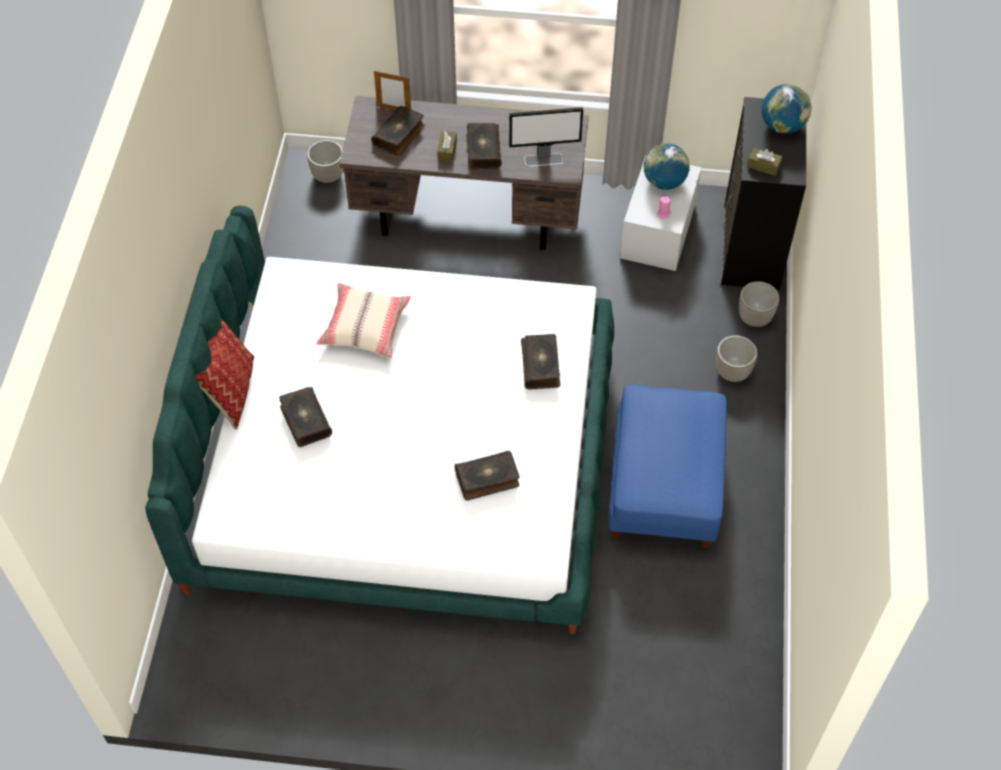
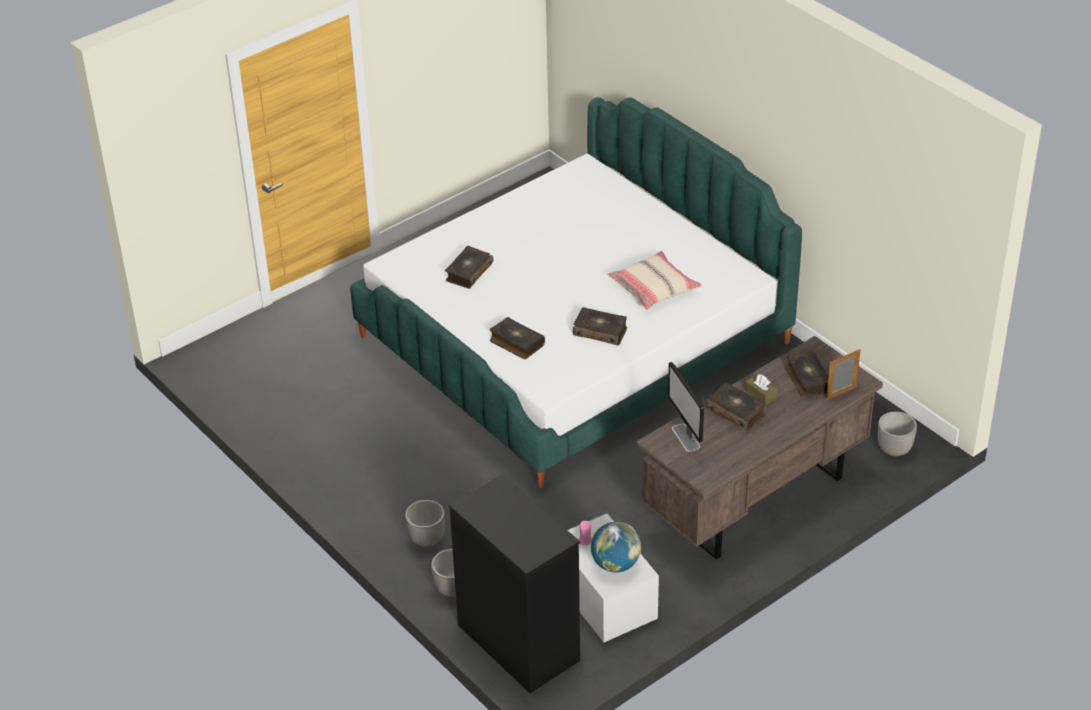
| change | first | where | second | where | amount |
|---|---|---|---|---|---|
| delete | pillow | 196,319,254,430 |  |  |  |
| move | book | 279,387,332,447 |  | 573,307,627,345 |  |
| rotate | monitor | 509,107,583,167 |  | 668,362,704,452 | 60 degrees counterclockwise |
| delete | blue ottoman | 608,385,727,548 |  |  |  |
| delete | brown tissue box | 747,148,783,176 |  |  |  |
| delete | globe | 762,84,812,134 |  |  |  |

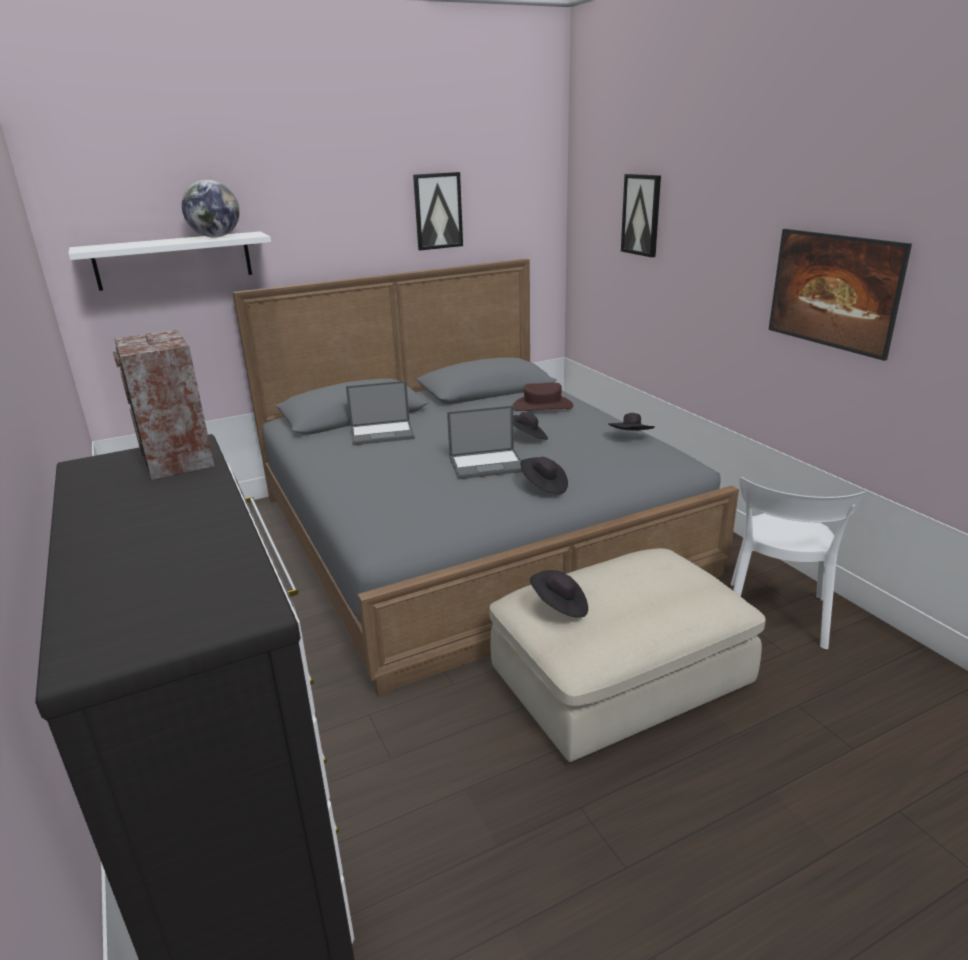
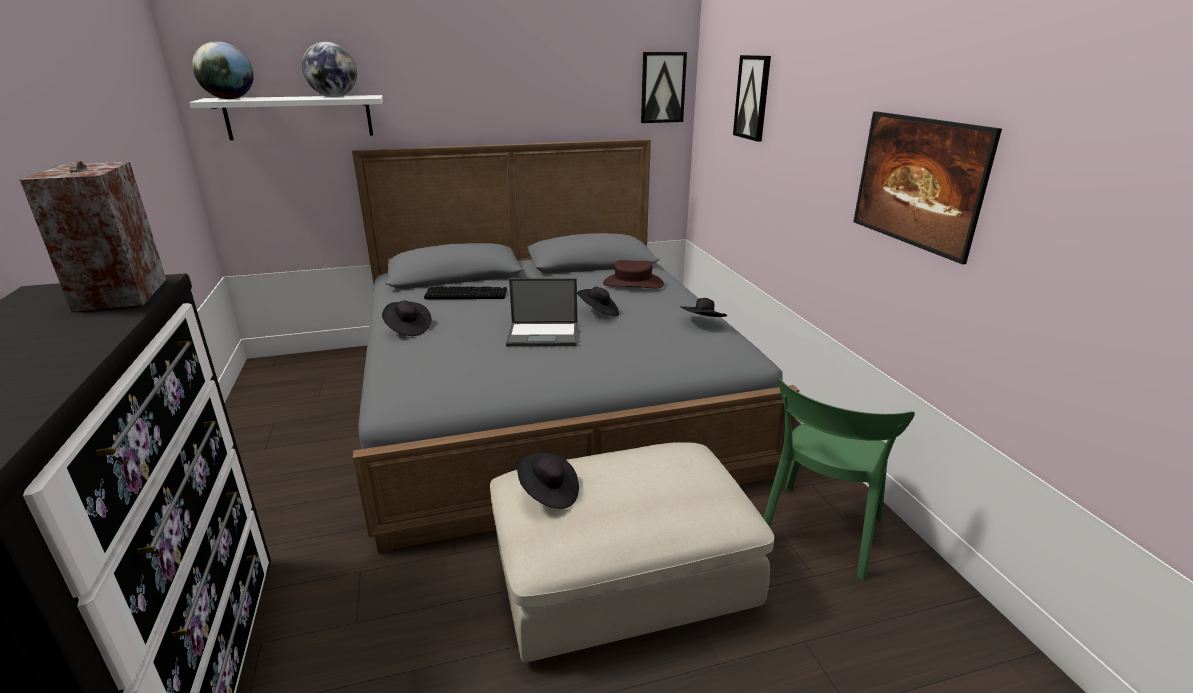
| change | first | where | second | where | amount |
|---|---|---|---|---|---|
| replace | laptop | 346,381,415,445 | keyboard | 424,286,507,299 |  |
| move | picture | 413,172,463,250 |  | 641,52,687,123 |  |
| move | black hat | 520,457,568,494 |  | 382,301,431,336 |  |
| recolor | white chair | 731,477,866,649 | green chair | 763,378,915,580 |  |
| insert |  |  | globe | 192,41,254,99 |  |

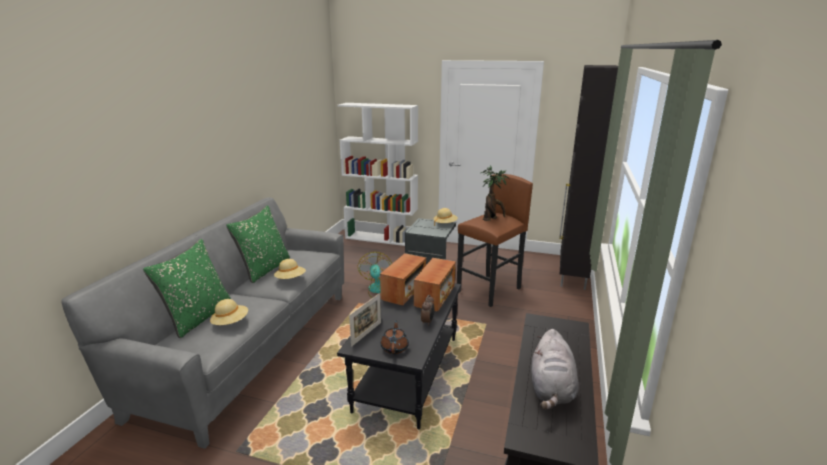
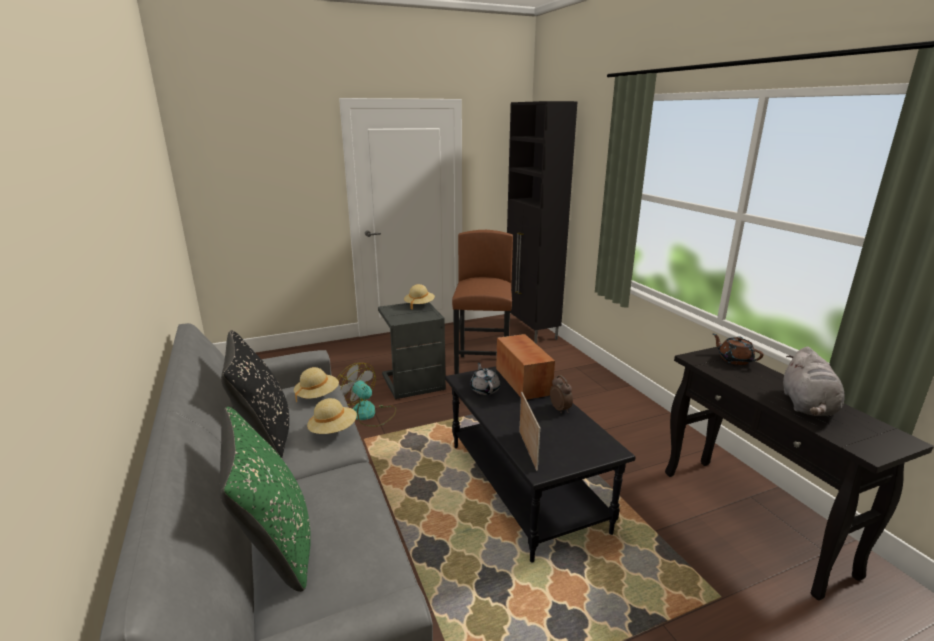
| change | first | where | second | where | amount |
|---|---|---|---|---|---|
| move | beige hat | 210,299,248,325 |  | 294,367,339,402 |  |
| recolor | green pillow | 226,205,290,283 | black pillow | 221,331,289,458 |  |
| delete | white bookcase | 337,103,418,246 |  |  |  |
| replace | radio | 380,253,426,305 | grey teapot | 470,362,500,395 |  |
| move | brown teapot | 381,321,409,354 |  | 713,334,763,365 |  |
| delete | potted plant | 481,165,509,221 |  |  |  |
| rotate | grey plush toy | 531,329,579,409 |  | 783,347,845,416 | 45 degrees clockwise |

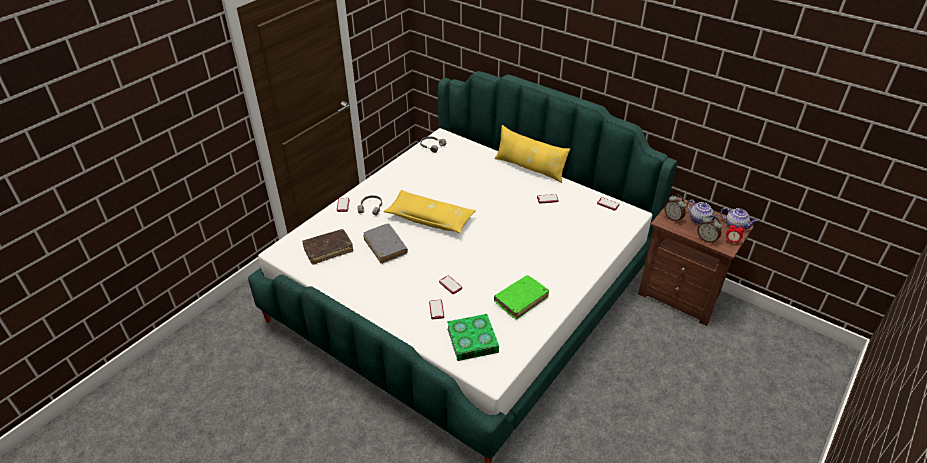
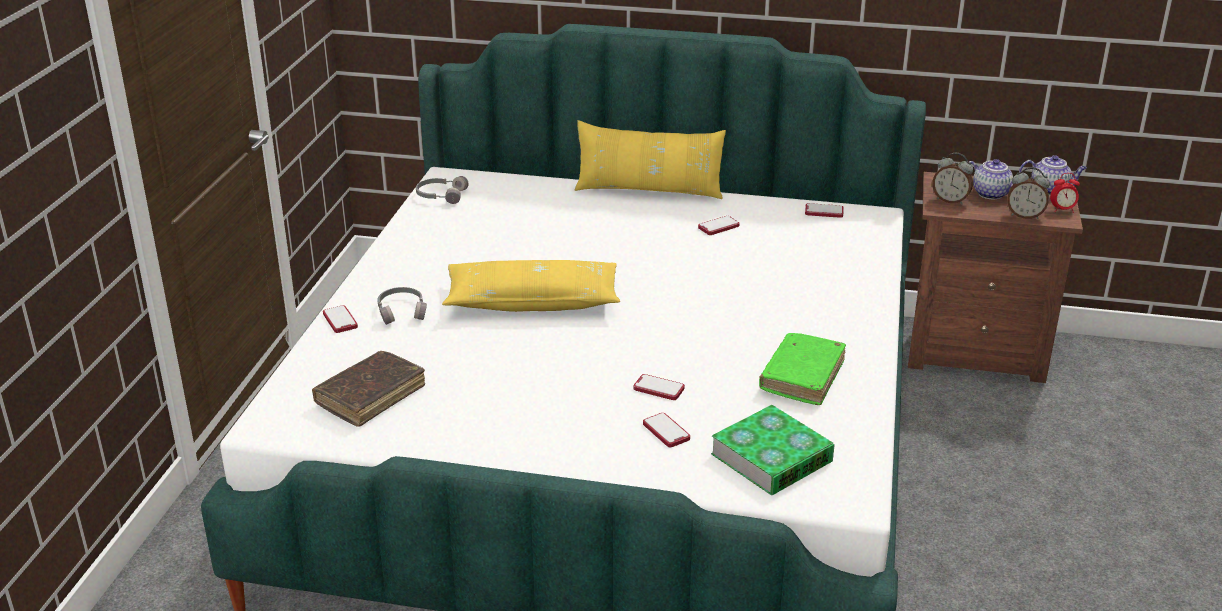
| change | first | where | second | where | amount |
|---|---|---|---|---|---|
| delete | grey book | 363,224,408,264 |  |  |  |

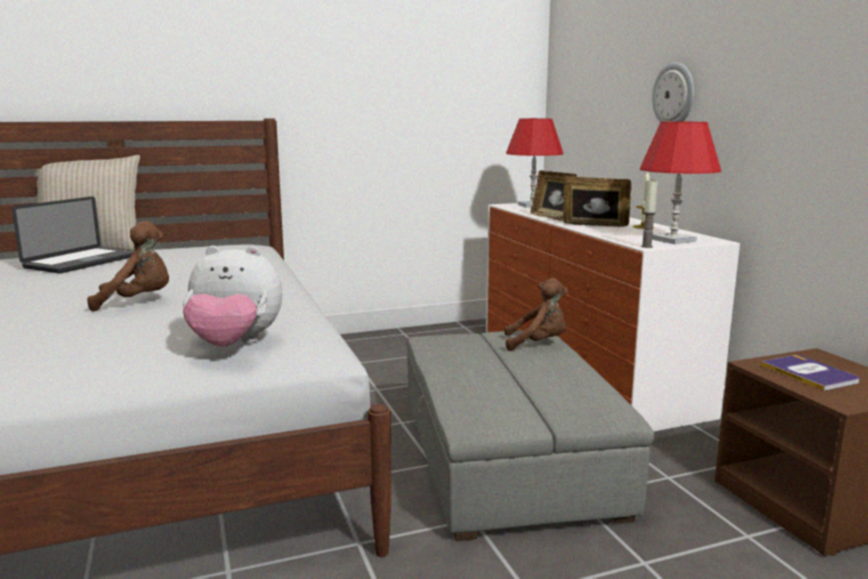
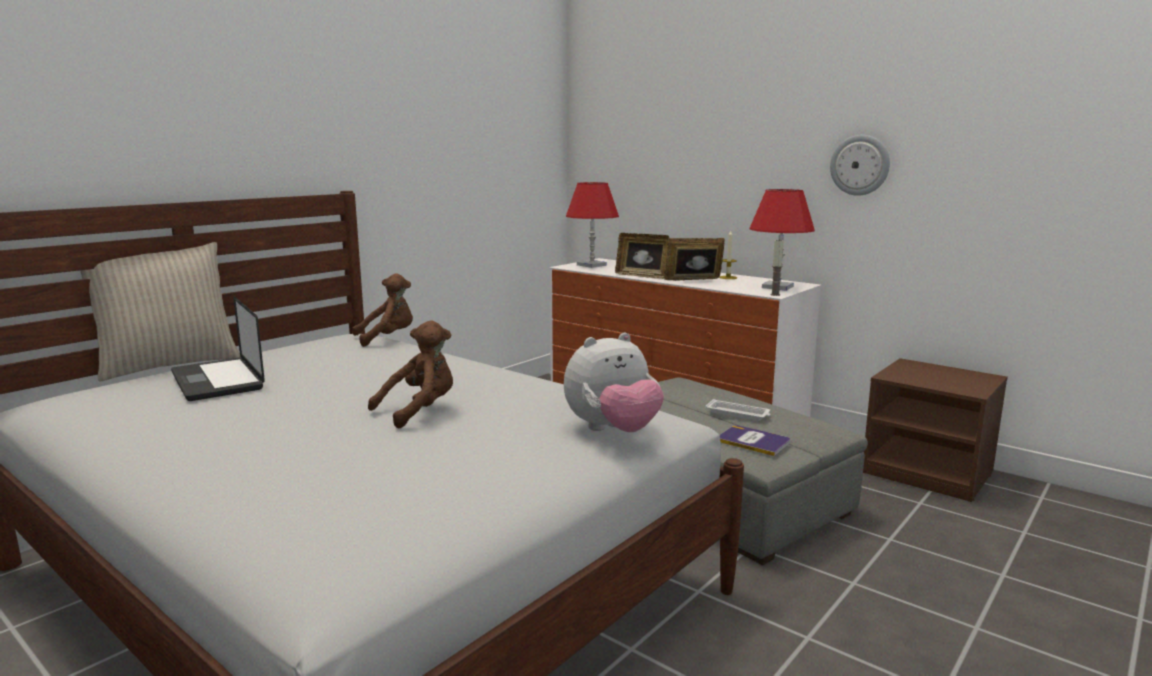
| change | first | where | second | where | amount |
|---|---|---|---|---|---|
| rotate | laptop | 12,196,134,273 |  | 171,297,265,401 | 150 degrees clockwise |
| move | brown plush toy | 504,278,568,351 |  | 352,274,413,347 |  |
| move | wall clock | 652,62,694,122 |  | 830,135,890,196 |  |
| move | book | 761,355,859,391 |  | 720,425,791,456 |  |
| insert |  |  | white tray | 705,399,770,421 |  |

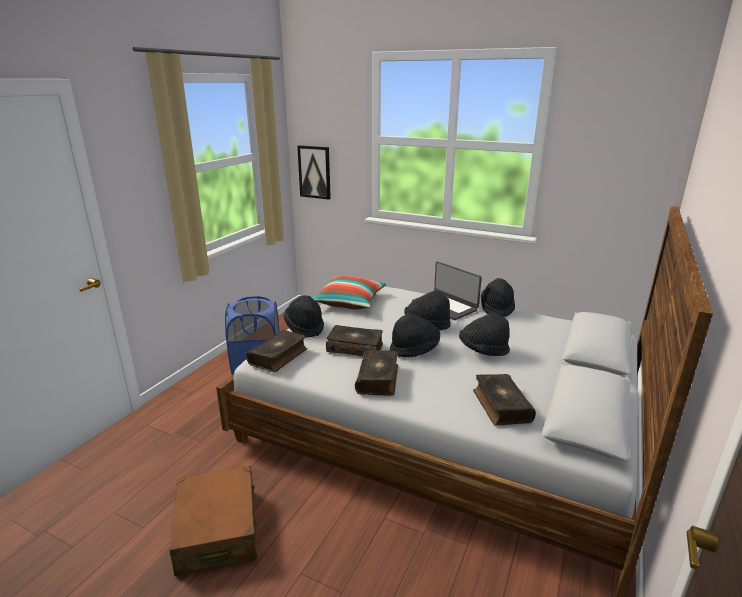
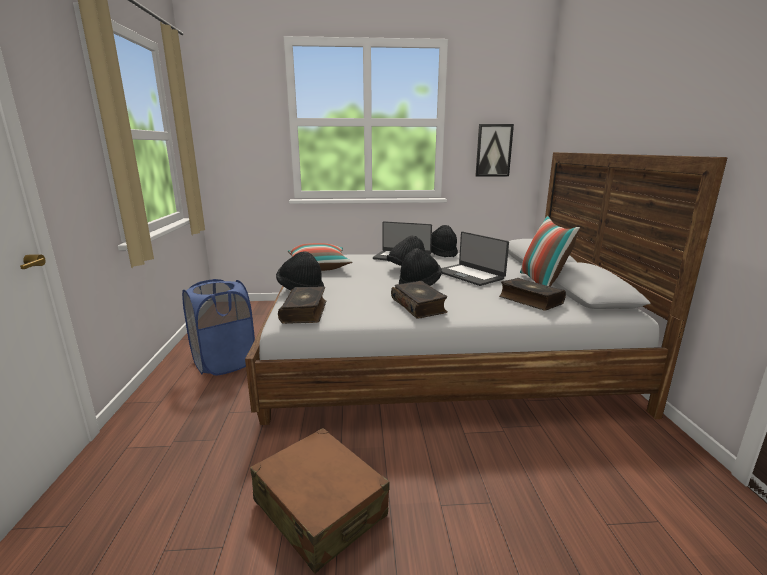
| change | first | where | second | where | amount |
|---|---|---|---|---|---|
| move | picture | 297,145,331,200 |  | 475,124,514,177 |  |
| delete | book | 326,325,383,356 |  |  |  |
| replace | black hat | 459,313,510,356 | laptop | 441,232,509,286 |  |
| insert |  |  | pillow | 520,216,580,287 |  |

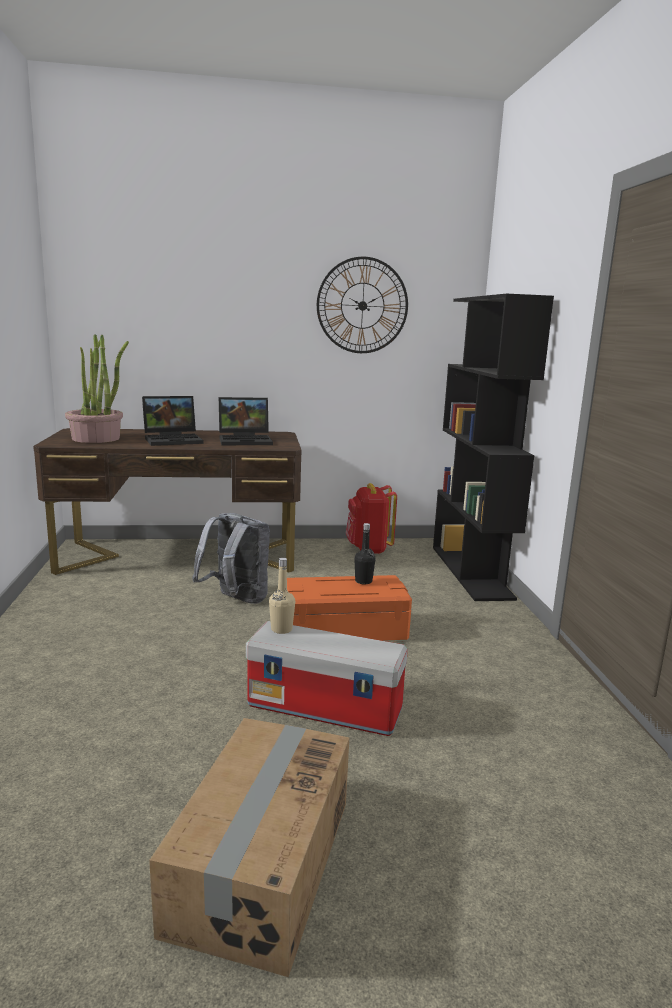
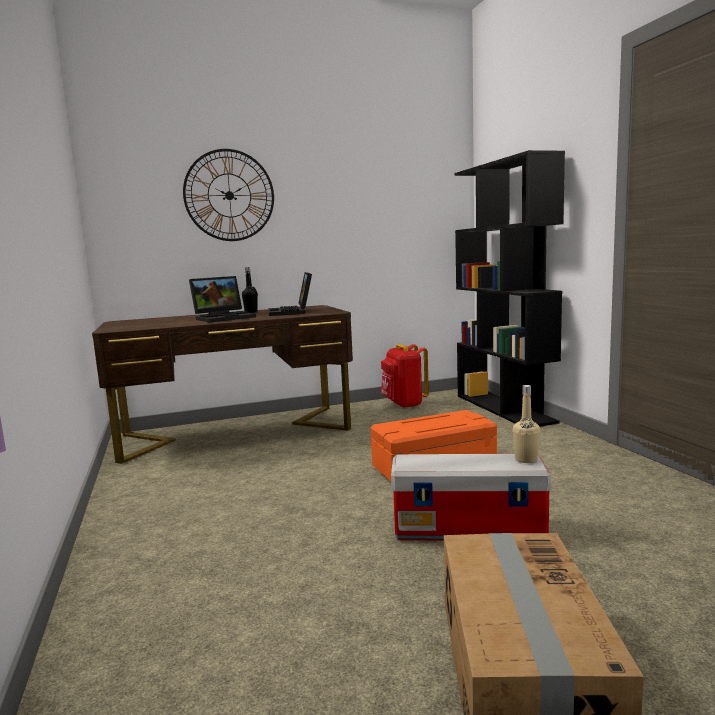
| change | first | where | second | where | amount |
|---|---|---|---|---|---|
| delete | potted plant | 65,334,129,443 |  |  |  |
| delete | grey backpack | 192,513,270,604 |  |  |  |
| rotate | laptop | 219,397,273,445 |  | 269,272,312,316 | 105 degrees clockwise |
| move | beige bottle | 269,558,295,634 |  | 513,385,540,463 |  |
| move | wall clock | 317,257,408,353 |  | 183,149,274,241 |  |
| move | black bottle | 354,523,376,584 |  | 242,267,258,313 |  |

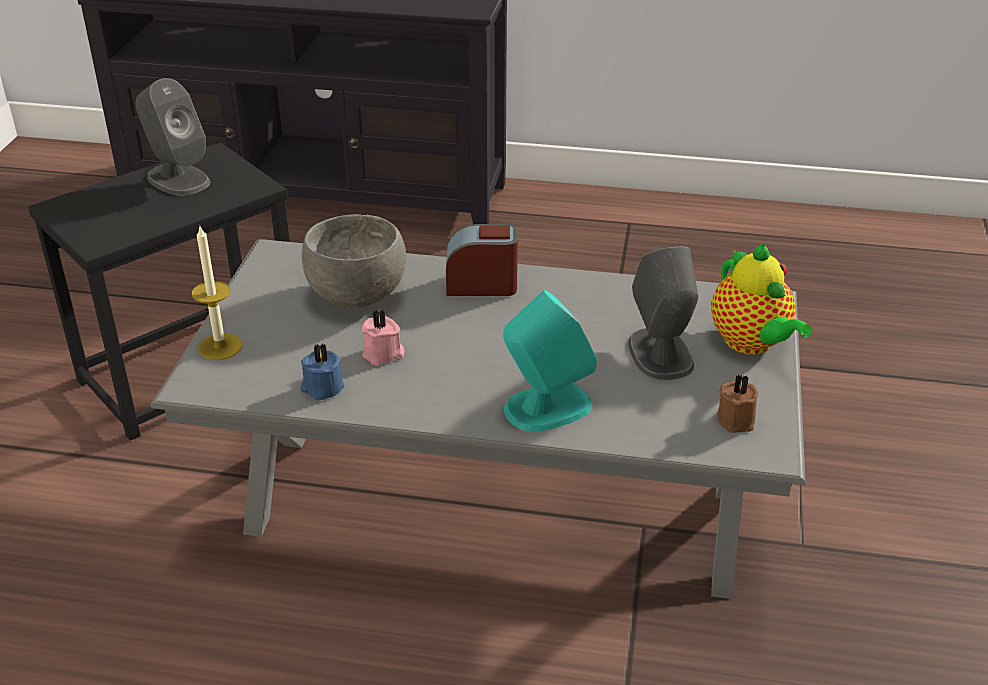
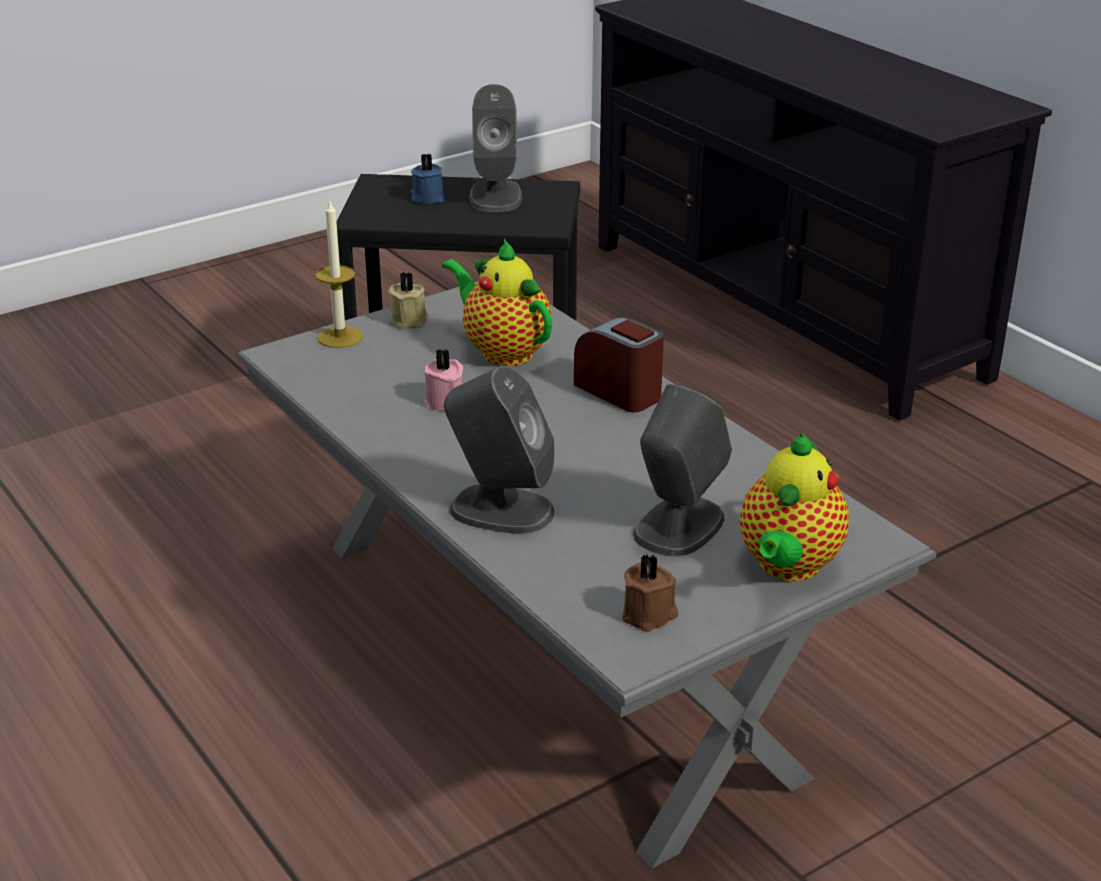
| change | first | where | second | where | amount |
|---|---|---|---|---|---|
| move | blue candle | 300,343,344,400 |  | 411,154,445,204 |  |
| replace | grey bowl | 302,214,406,308 | teapot | 442,239,552,366 |  |
| recolor | turquoise speaker | 503,290,597,432 | grey speaker | 444,366,555,534 |  |
| insert |  |  | beige candle | 388,272,428,329 |  |

